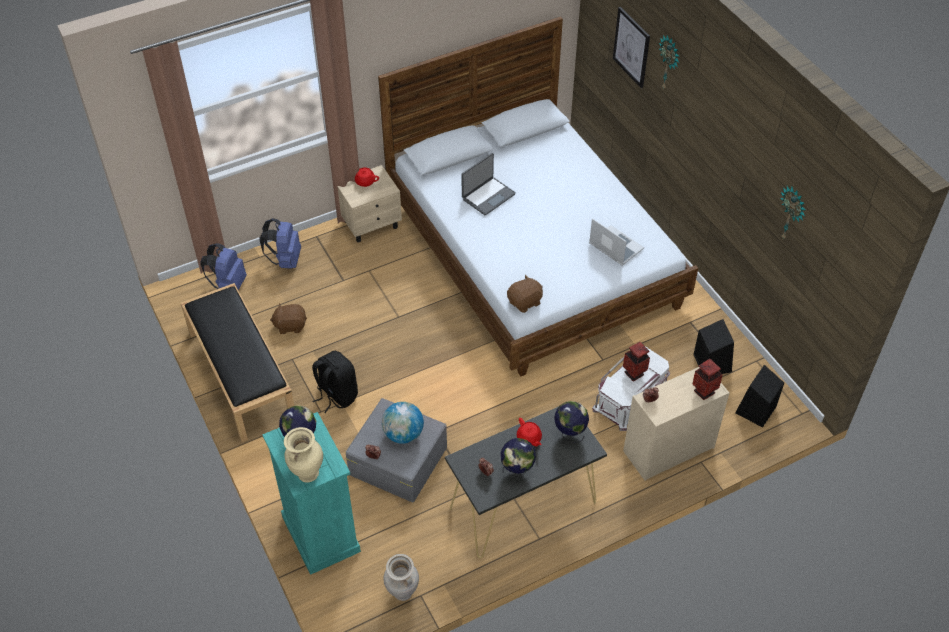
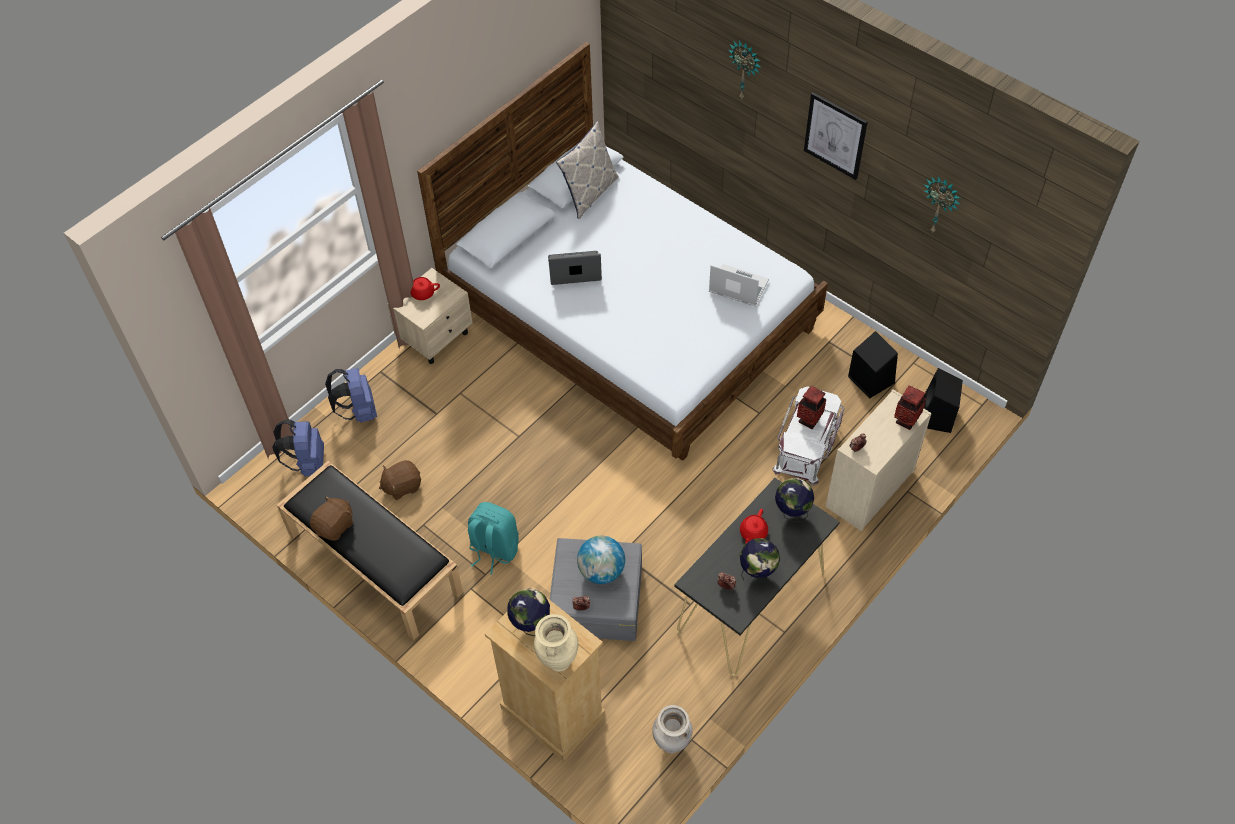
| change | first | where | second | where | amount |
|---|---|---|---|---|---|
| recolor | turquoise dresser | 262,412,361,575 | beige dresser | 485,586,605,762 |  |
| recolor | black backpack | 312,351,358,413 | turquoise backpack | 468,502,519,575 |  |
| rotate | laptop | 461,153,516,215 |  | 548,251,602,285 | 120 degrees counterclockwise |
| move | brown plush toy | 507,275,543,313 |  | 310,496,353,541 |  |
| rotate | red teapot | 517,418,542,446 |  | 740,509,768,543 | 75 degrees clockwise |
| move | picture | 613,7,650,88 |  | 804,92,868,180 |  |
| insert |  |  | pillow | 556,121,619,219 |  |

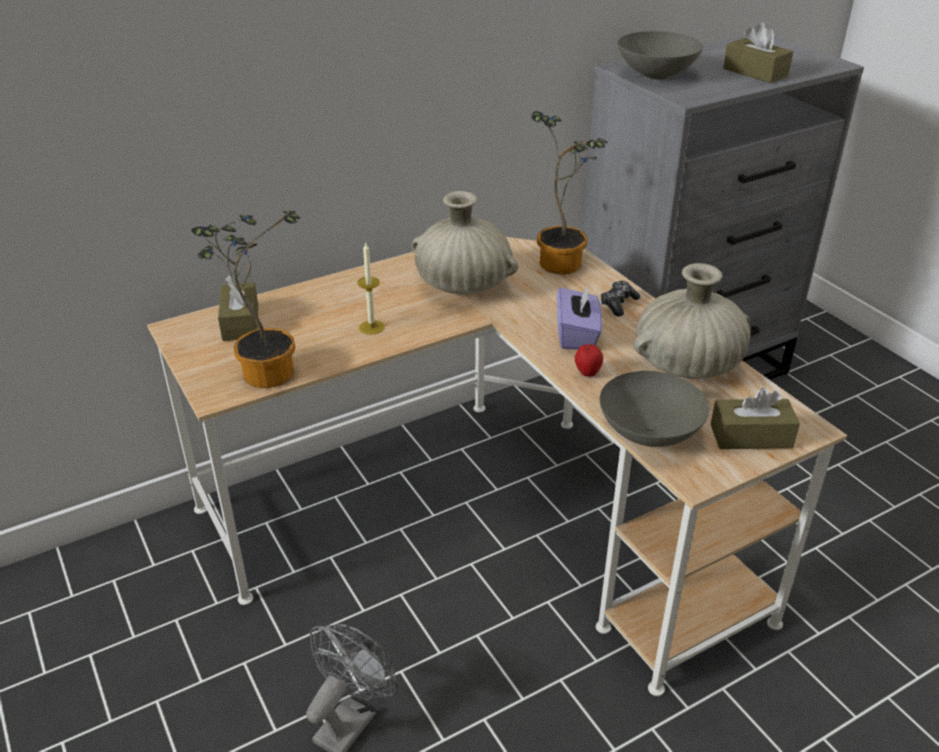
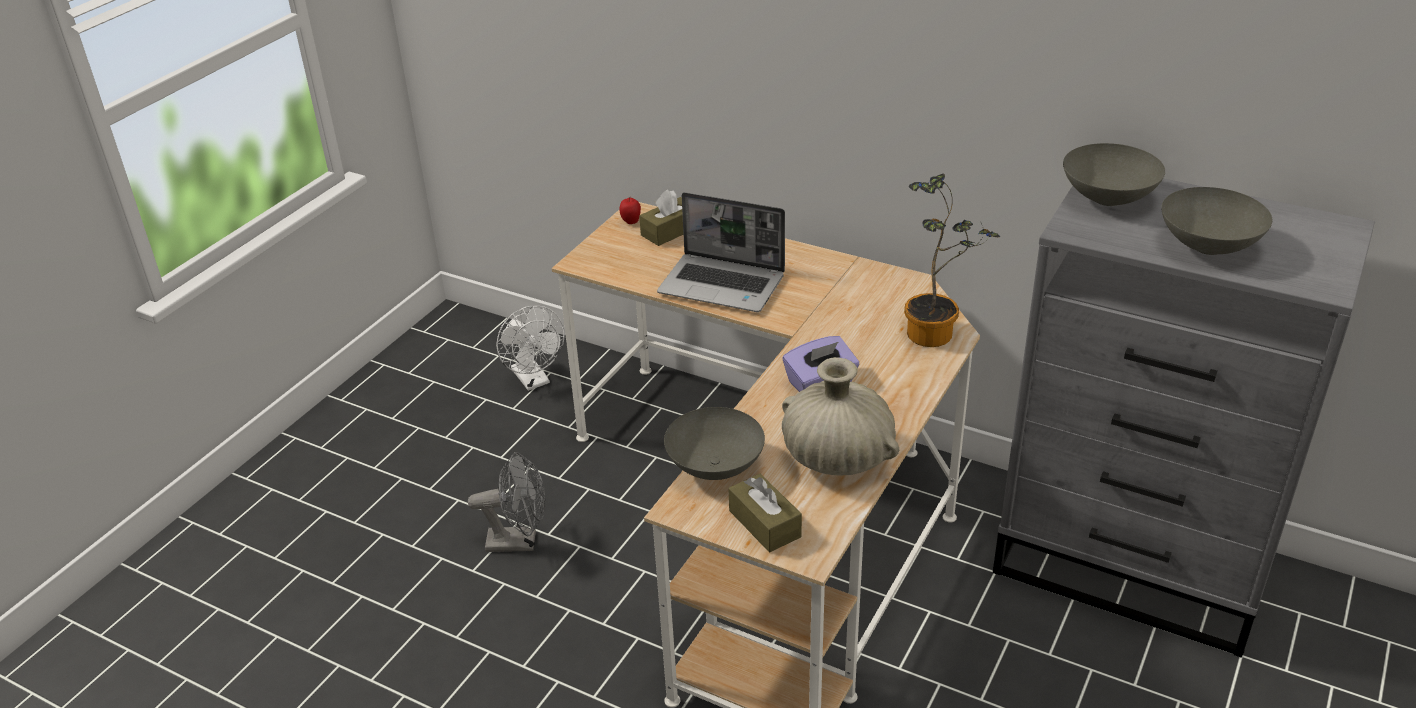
| change | first | where | second | where | amount |
|---|---|---|---|---|---|
| delete | potted plant | 191,211,301,388 |  |  |  |
| replace | candle | 357,242,385,335 | laptop | 657,192,785,312 |  |
| delete | beige vase | 412,191,518,295 |  |  |  |
| move | apple | 575,343,603,376 |  | 619,197,641,224 |  |
| delete | game controller | 600,281,640,316 |  |  |  |
| replace | brown tissue box | 723,22,793,83 | grey bowl | 1161,187,1272,255 |  |
| insert |  |  | white fan | 496,305,565,391 |  |

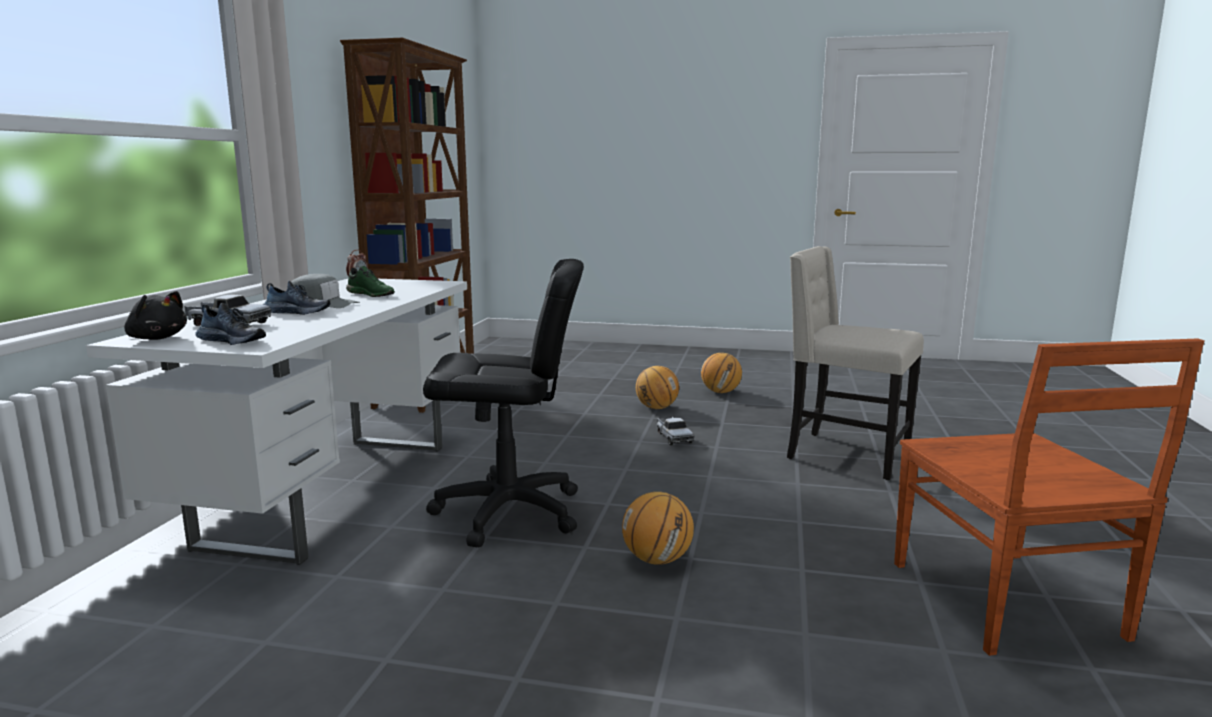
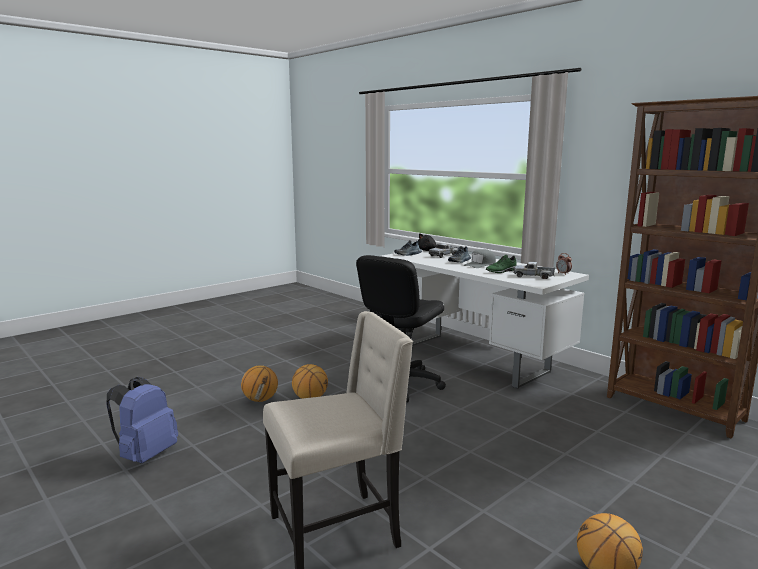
| change | first | where | second | where | amount |
|---|---|---|---|---|---|
| move | basketball | 636,366,679,409 |  | 241,365,278,402 |  |
| move | toy truck | 657,417,694,445 |  | 513,262,555,279 |  |
| replace | brown chair | 894,338,1204,656 | blue backpack | 106,377,178,464 |  |

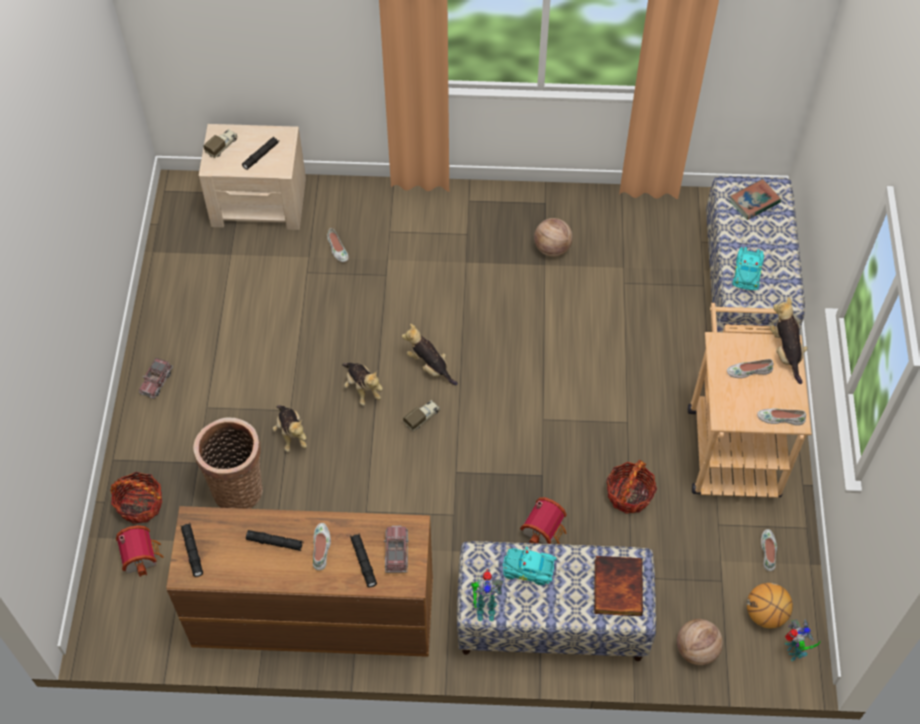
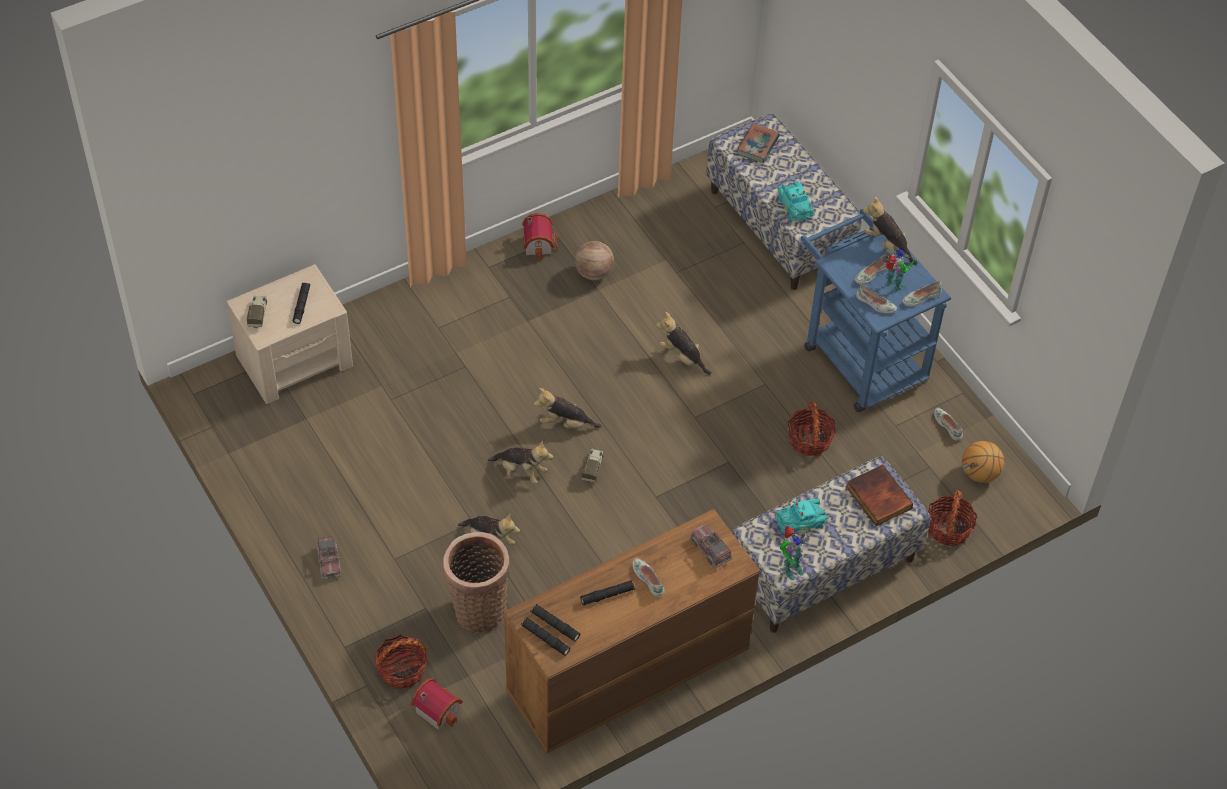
| change | first | where | second | where | amount |
|---|---|---|---|---|---|
| move | white shoe | 327,228,349,262 |  | 856,285,897,313 |  |
| move | black flashlight | 350,533,377,588 |  | 530,604,580,641 |  |
| move | toy house | 520,497,567,544 |  | 522,213,559,260 |  |
| replace | basketball | 677,619,723,665 | basket | 928,490,978,546 |  |
| recolor | beige cart | 688,303,812,498 | blue cart | 801,209,951,412 |  |
| move | toy robot | 785,619,820,661 |  | 882,245,914,294 |  |
| insert |  |  | plush toy | 656,312,711,375 |  |

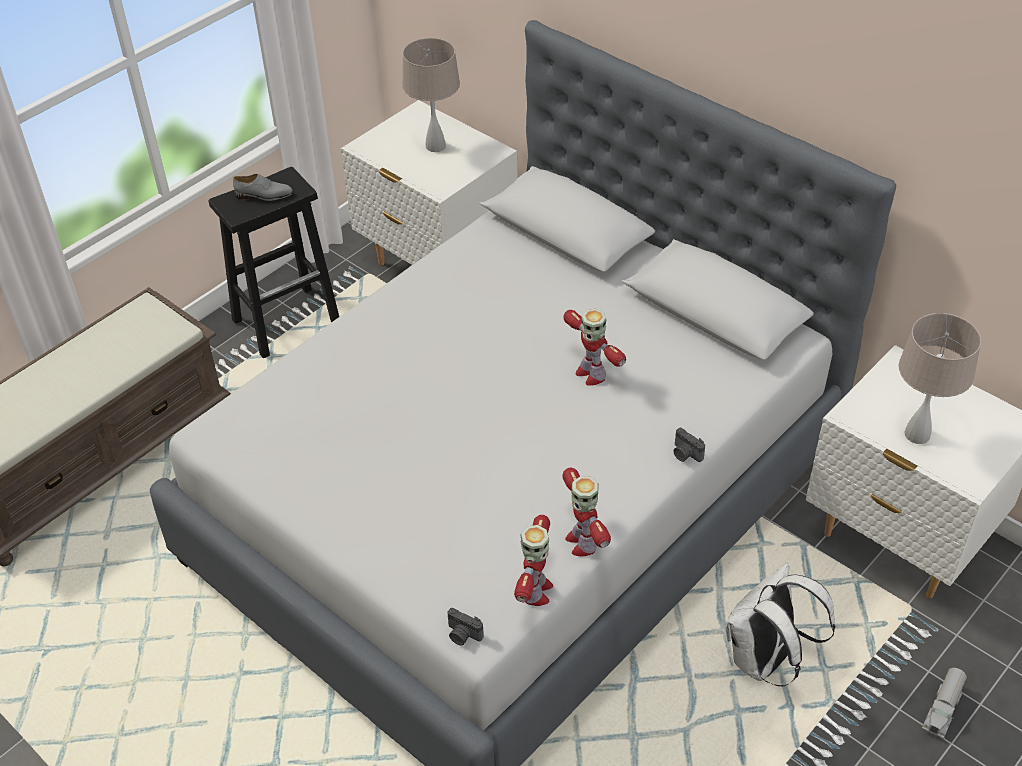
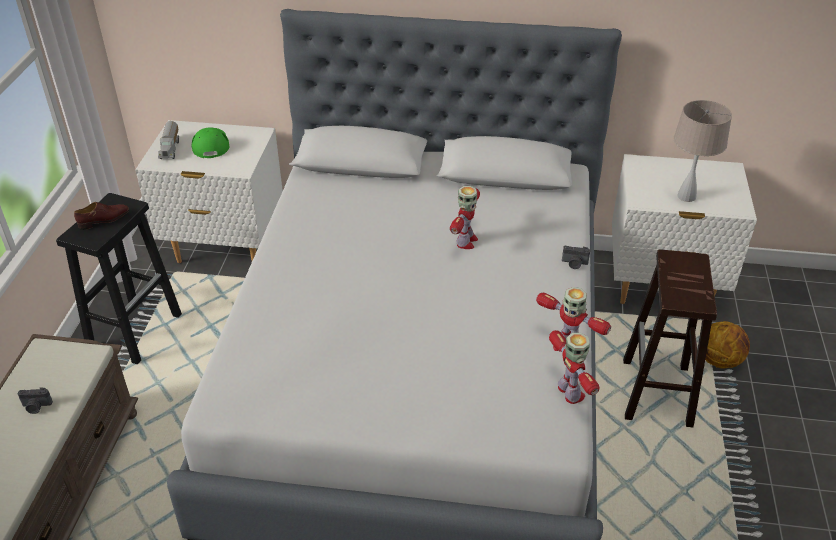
| change | first | where | second | where | amount |
|---|---|---|---|---|---|
| recolor | grey shoe | 233,174,293,201 | brown shoe | 74,202,129,230 |  |
| replace | beige table lamp | 402,38,460,152 | green cap | 191,127,229,158 |  |
| move | photo camera | 447,608,484,646 |  | 18,388,53,414 |  |
| rotate | toy robot | 563,309,626,386 |  | 450,186,480,249 | 90 degrees counterclockwise |
| replace | white backpack | 726,562,835,686 | brown stool | 623,249,717,427 |  |
| move | toy truck | 922,668,967,739 |  | 158,121,179,159 |  |
| insert |  |  | basketball | 705,321,750,368 |  |

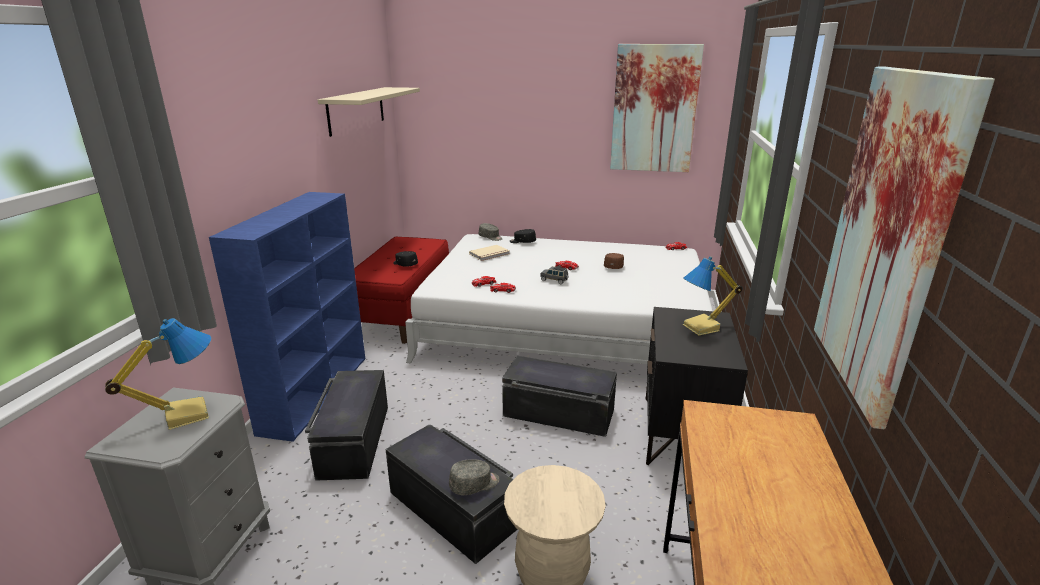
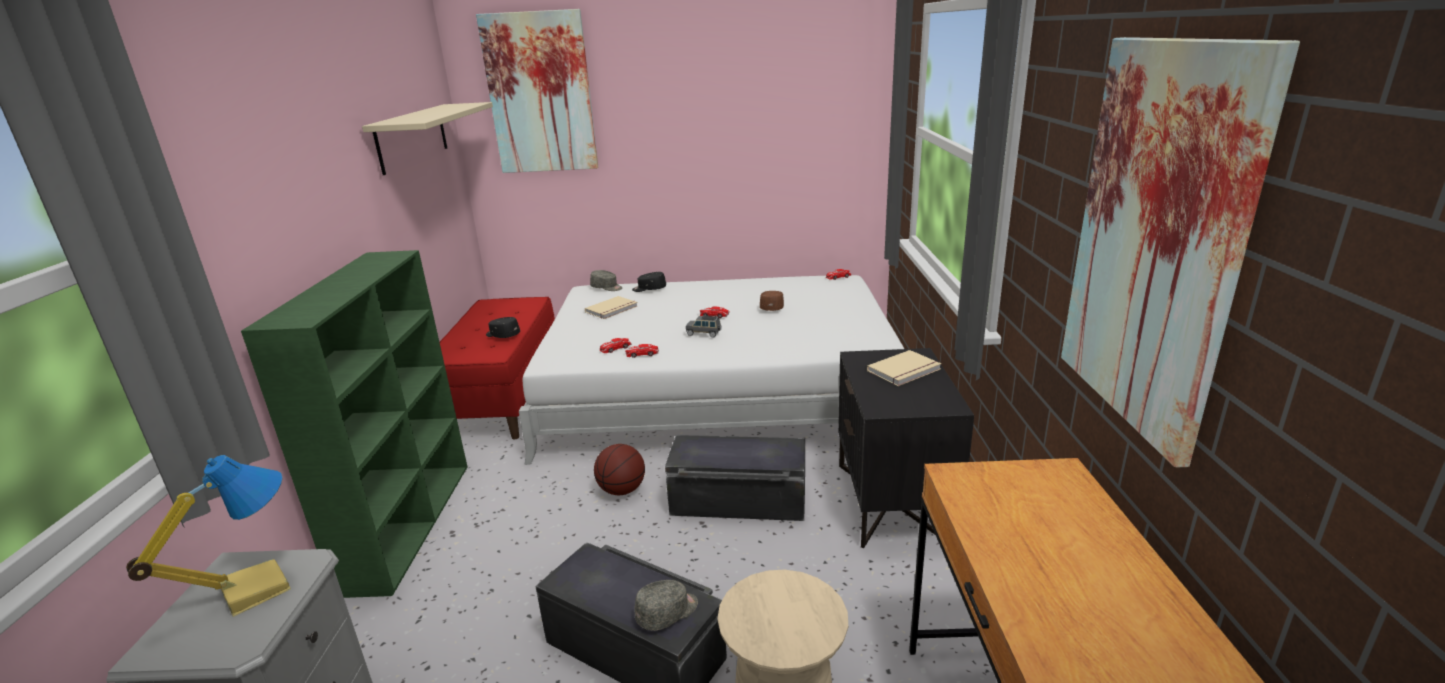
| change | first | where | second | where | amount |
|---|---|---|---|---|---|
| recolor | blue bookcase | 209,192,365,442 | green bookcase | 241,250,467,598 |  |
| delete | black storage box | 305,370,388,481 |  |  |  |
| move | picture | 610,44,704,172 |  | 476,9,598,173 |  |
| replace | table lamp | 683,256,742,335 | beige book | 867,350,941,386 |  |
| insert |  |  | basketball | 594,444,645,495 |  |

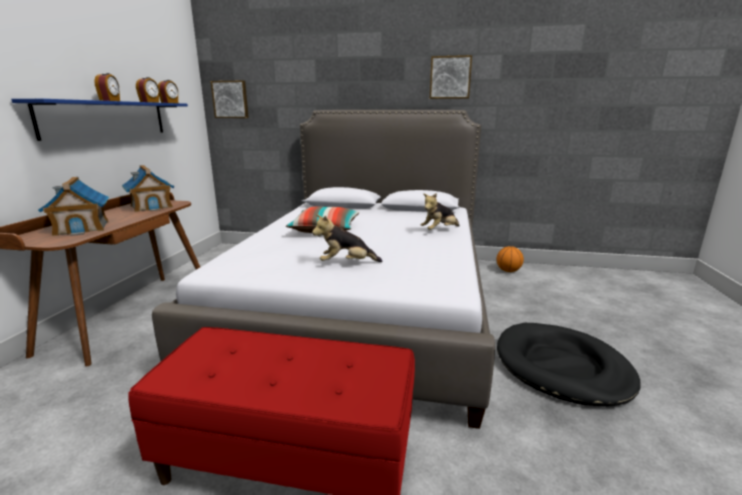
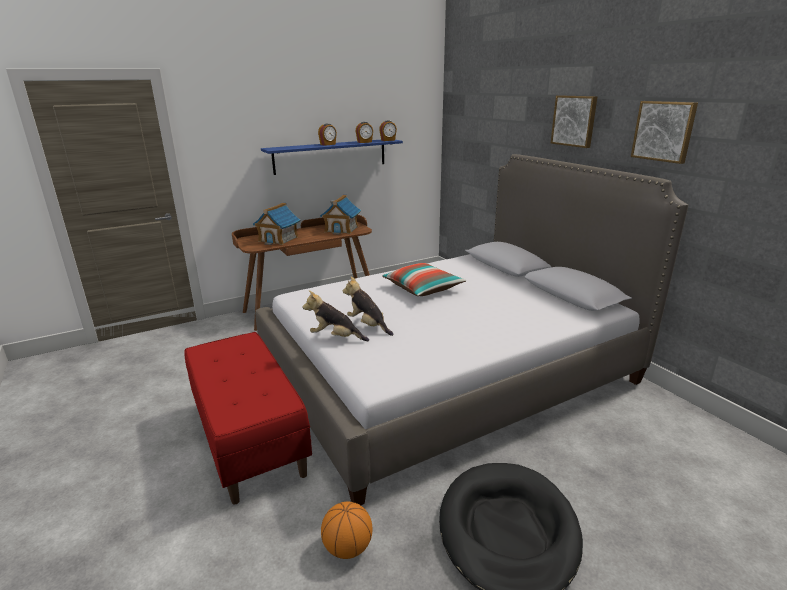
| change | first | where | second | where | amount |
|---|---|---|---|---|---|
| move | picture | 211,80,249,118 |  | 551,95,597,148 |  |
| move | plush toy | 421,193,460,230 |  | 303,290,369,341 |  |
| move | basketball | 497,246,524,272 |  | 321,501,372,559 |  |

